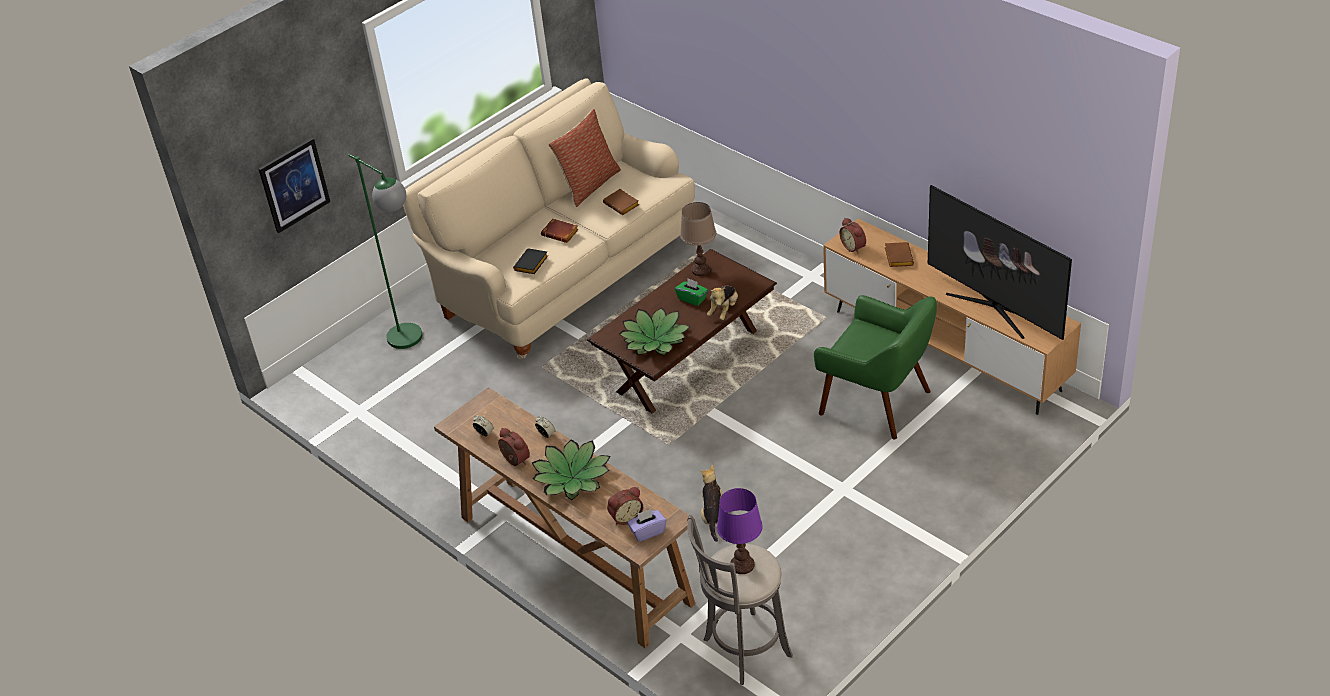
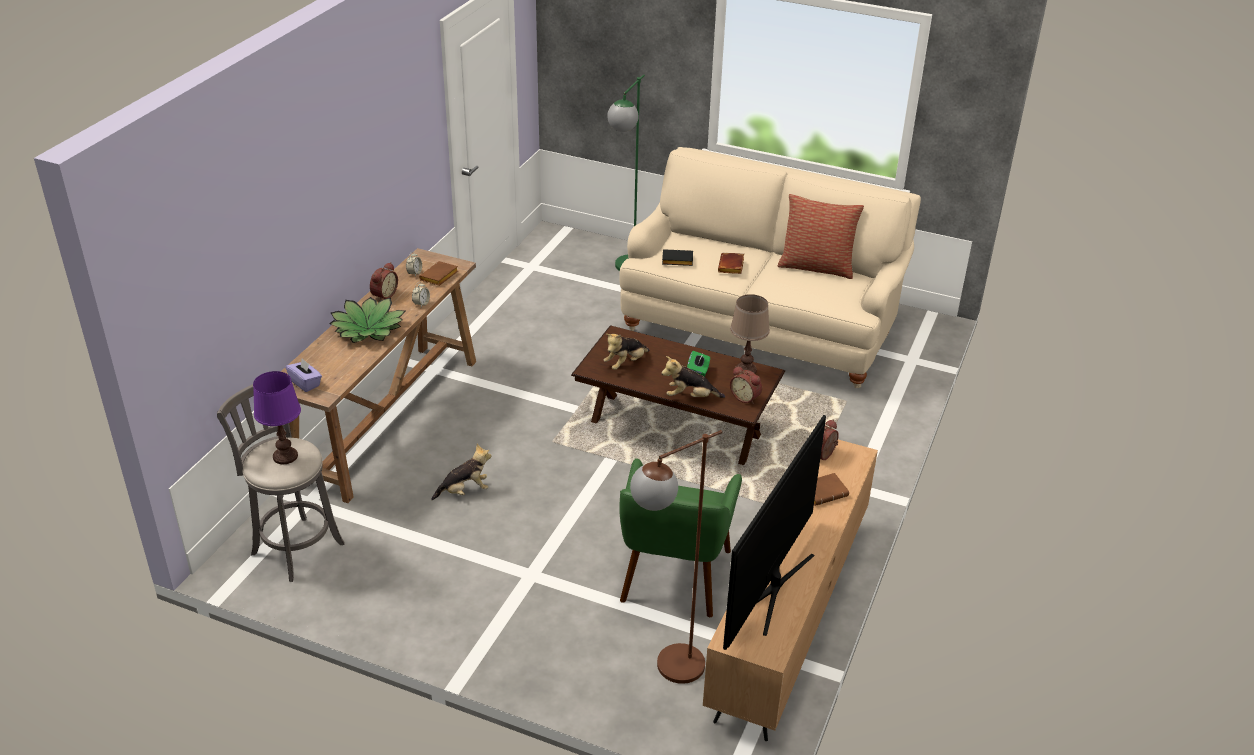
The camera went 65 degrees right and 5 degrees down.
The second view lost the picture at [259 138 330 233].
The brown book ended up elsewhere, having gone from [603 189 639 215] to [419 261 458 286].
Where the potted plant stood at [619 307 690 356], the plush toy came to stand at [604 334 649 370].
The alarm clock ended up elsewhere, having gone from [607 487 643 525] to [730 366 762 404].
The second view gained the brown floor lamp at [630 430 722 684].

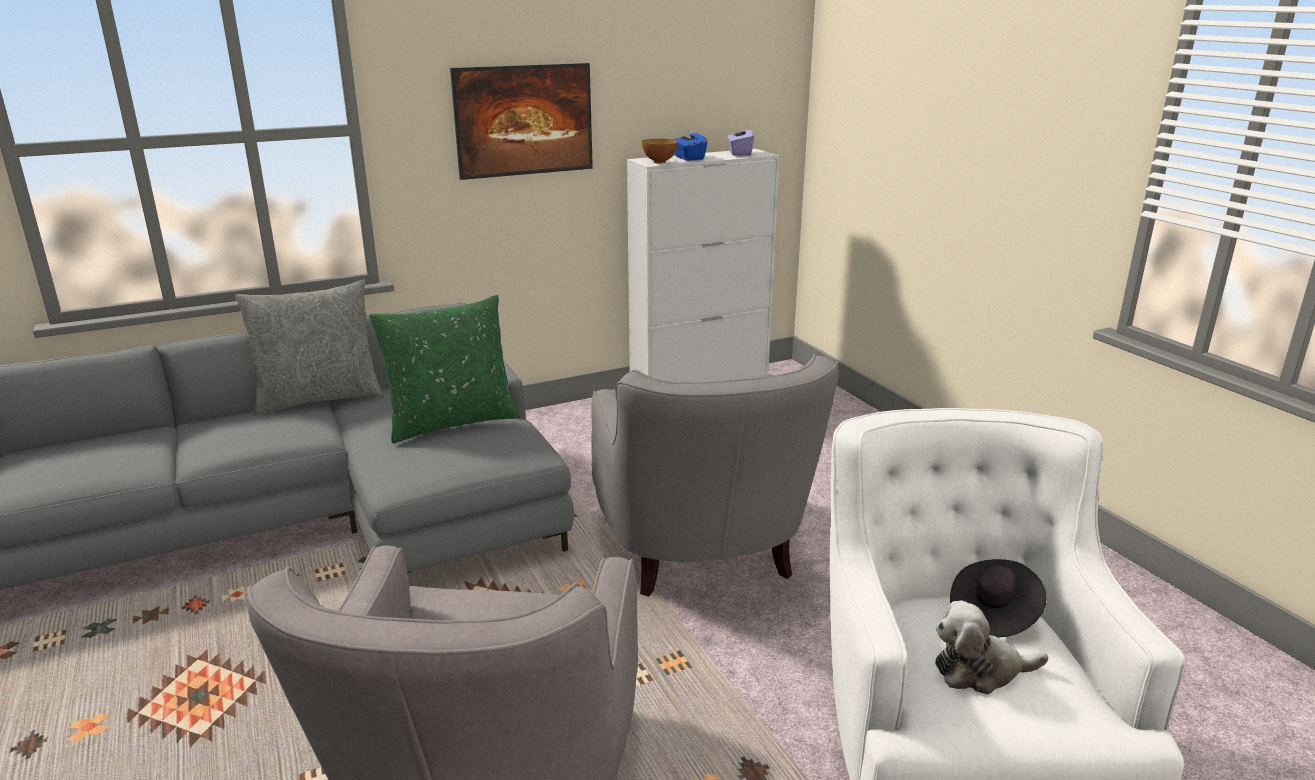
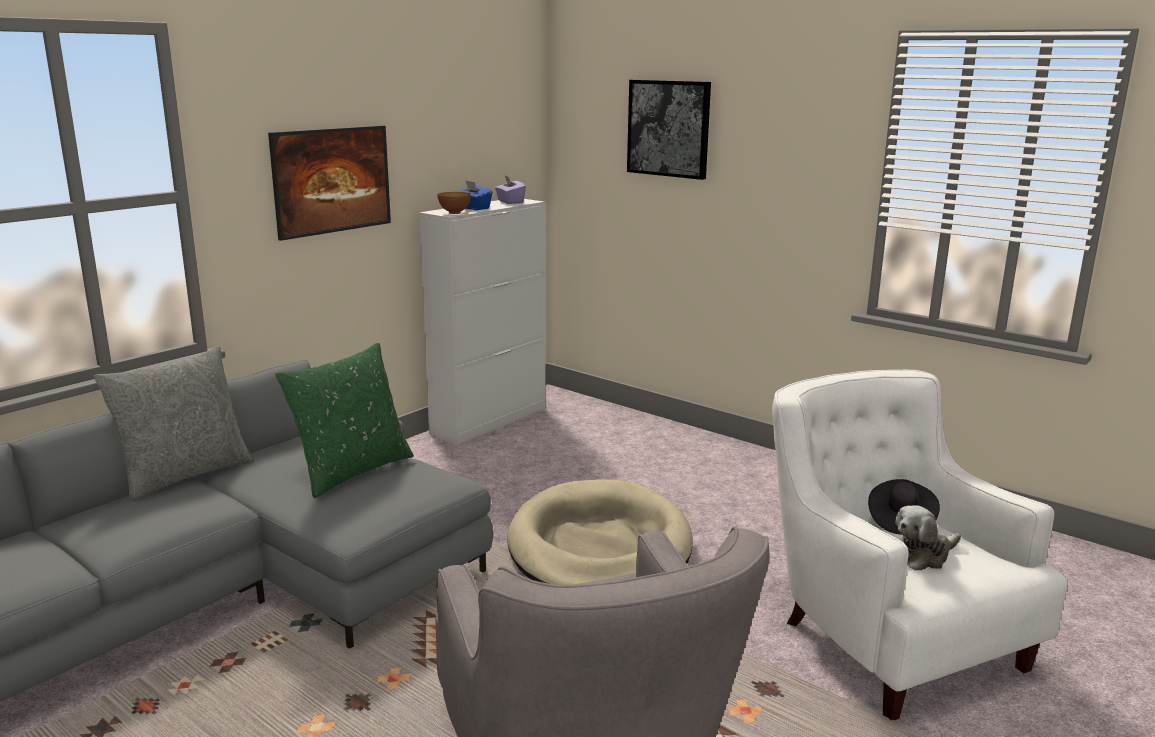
The camera went 25 degrees left and 5 degrees down.
Where the grey armchair stood at [591 354 839 597], the beige dog bed came to stand at [507 480 693 585].
The second view gained the picture at [627 80 711 180].

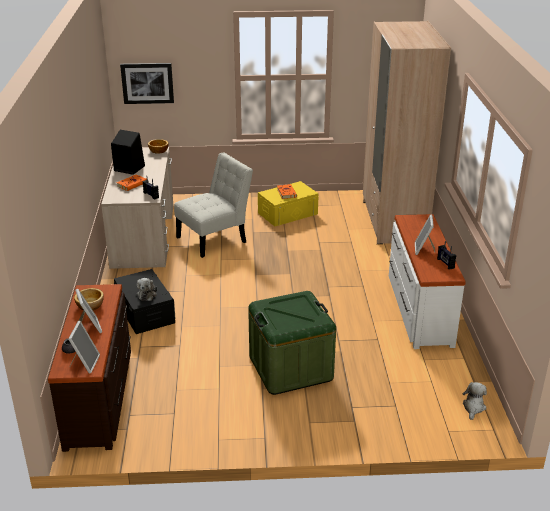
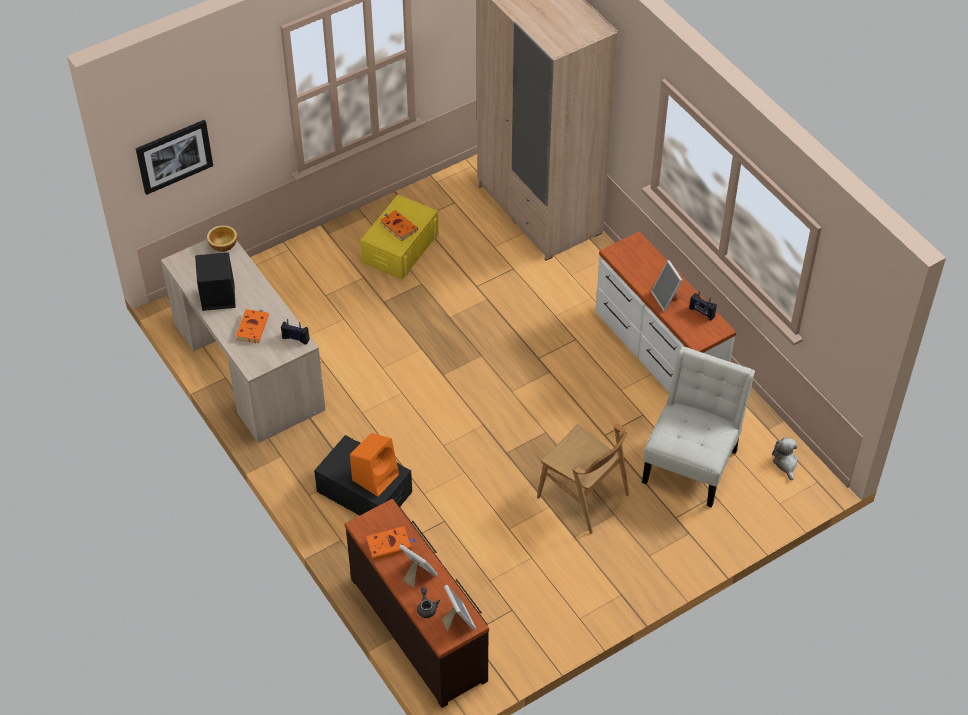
The camera went 30 degrees left and 20 degrees up.
The white chair ended up elsewhere, having gone from [174 153 253 258] to [642 346 755 508].
Where the plush toy stood at [137 278 157 301], the orange speaker came to stand at [350 433 399 497].
Where the bowl stood at [74 288 104 310], the orange book came to stand at [366 526 416 560].
Where the green storage box stood at [248 291 336 395], the brown chair came to stand at [537 423 629 534].

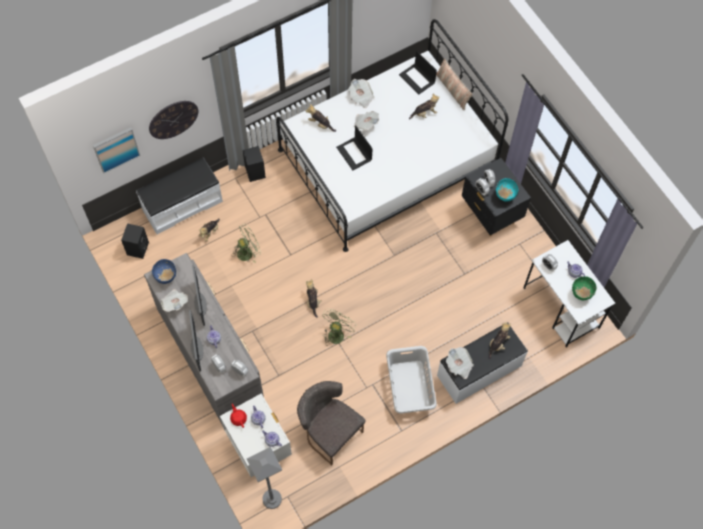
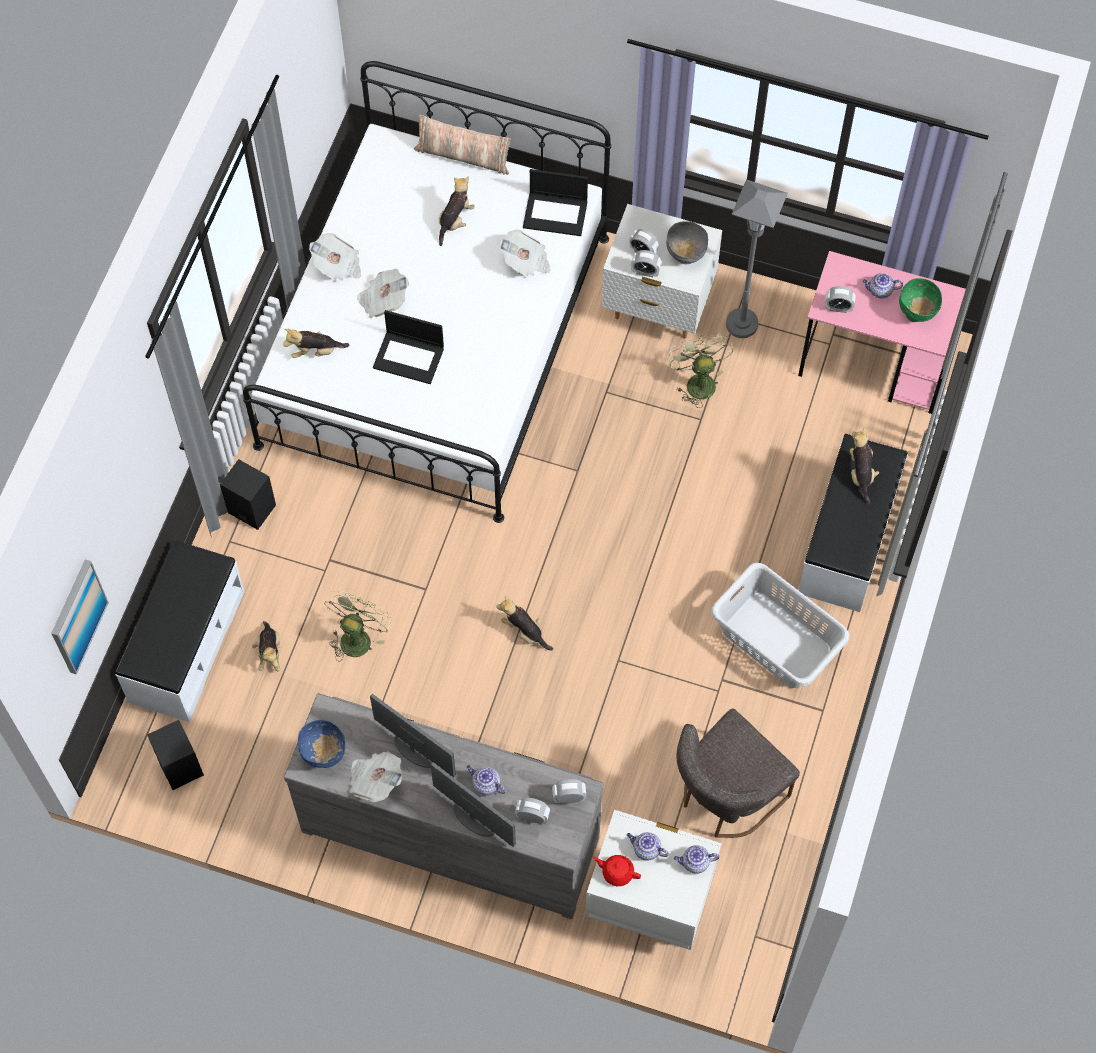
The camera went 40 degrees left and 0 degrees up.
The laptop ended up elsewhere, having gone from [399 51 437 95] to [523 169 588 236].
The second view lost the wall clock at [149 101 198 139].
What was the black nightstand at [462 158 531 236] turned into the white nightstand at [602 204 722 338].
What was the turquoise bowl at [496 178 518 202] turned into the grey bowl at [666 221 708 264].
What was the white desk at [523 240 615 348] turned into the pink desk at [798 251 966 414].
The green fan ended up elsewhere, having gone from [322 309 357 346] to [668 333 734 408].
The newspaper ended up elsewhere, having gone from [446 347 474 379] to [499 230 551 276].
The grey chair at [297 381 366 465] ended up facing another way, 45 degrees counterclockwise from before.
The grey floor lamp ended up elsewhere, having gone from [247 447 282 509] to [726 179 788 338].

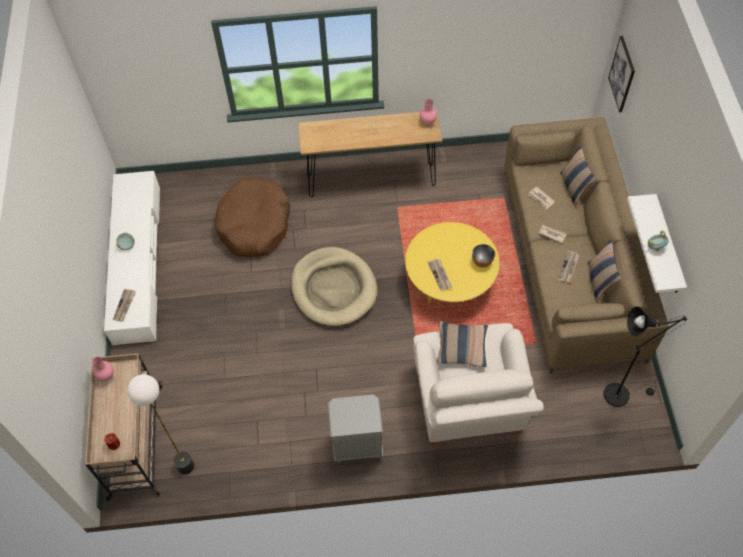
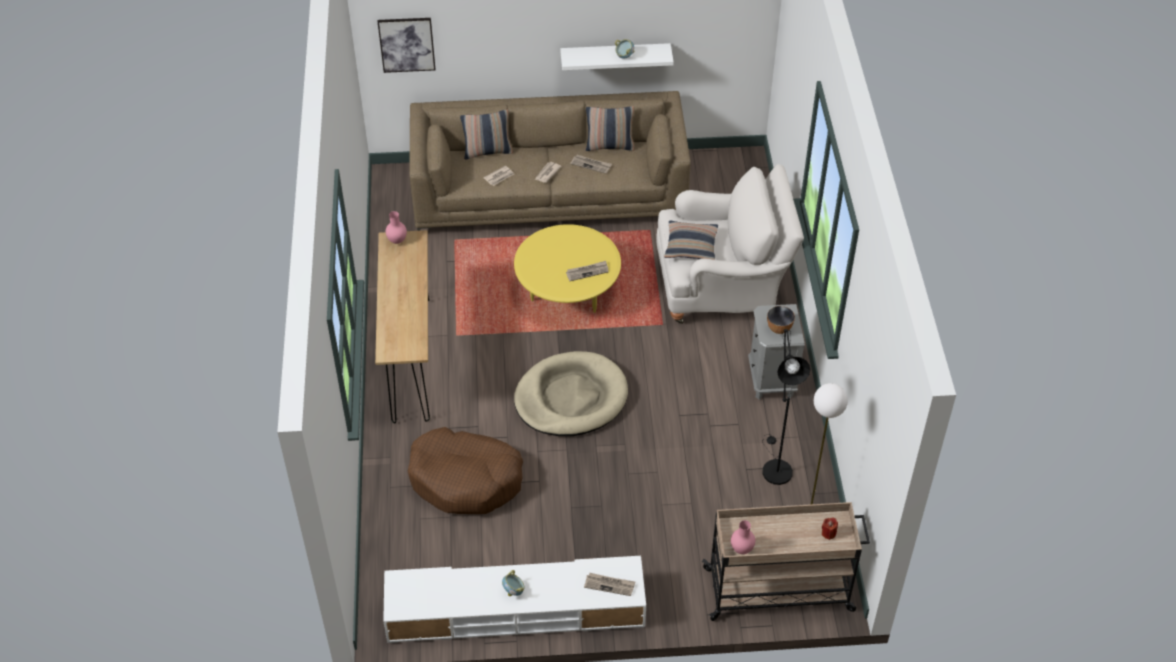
The camera went 90 degrees left and 10 degrees down.
The bowl ended up elsewhere, having gone from [472 244 495 268] to [767 306 795 334].
The black floor lamp ended up elsewhere, having gone from [603 307 687 407] to [762 329 810 485].

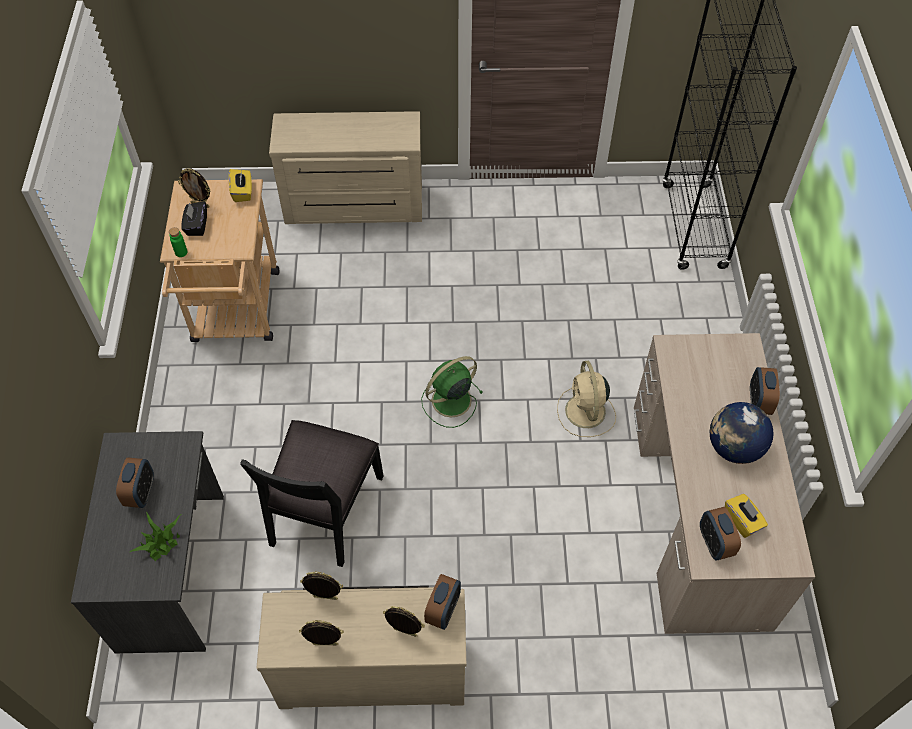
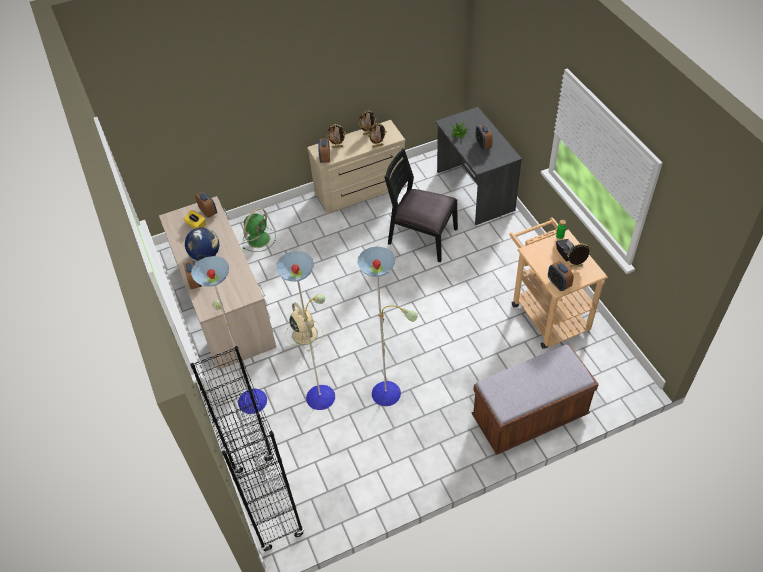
The camera went 160 degrees right and 5 degrees down.
Where the beige dresser stood at [269 111 422 224], the brown bench came to stand at [471 344 599 455].
Where the yellow tissue box stood at [229 169 252 202], the alarm clock came to stand at [548 261 574 291].
The green fan ended up elsewhere, having gone from [421 356 483 428] to [243 208 276 252].
The black chair at [240 420 383 567] ended up facing another way, 60 degrees counterclockwise from before.
The second view gained the floor lamp at [191 246 418 414].

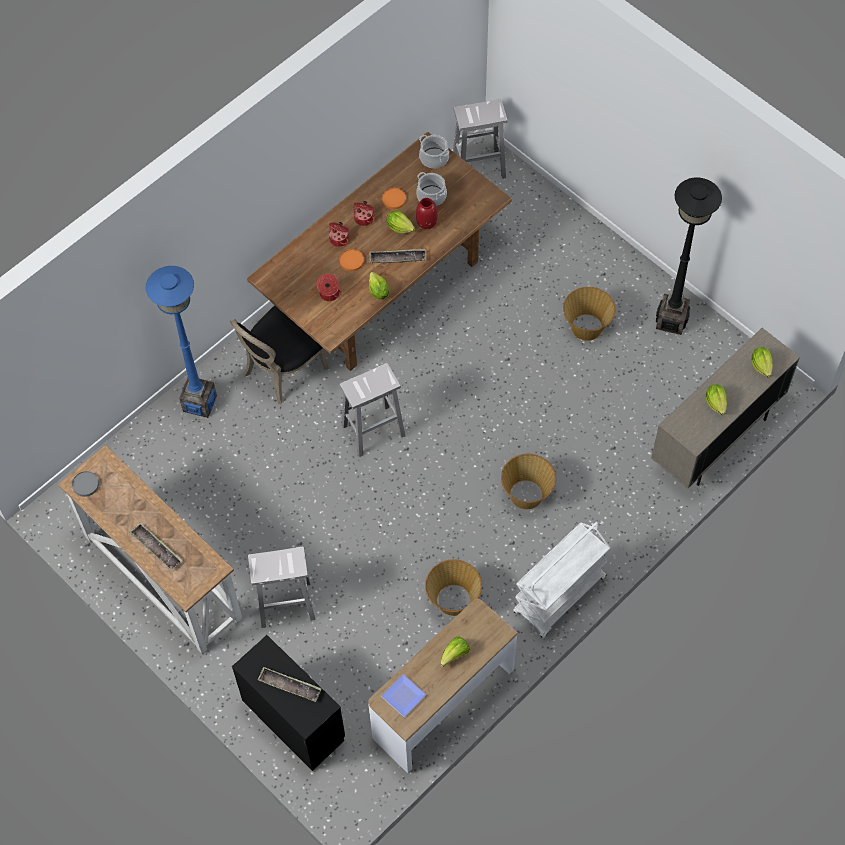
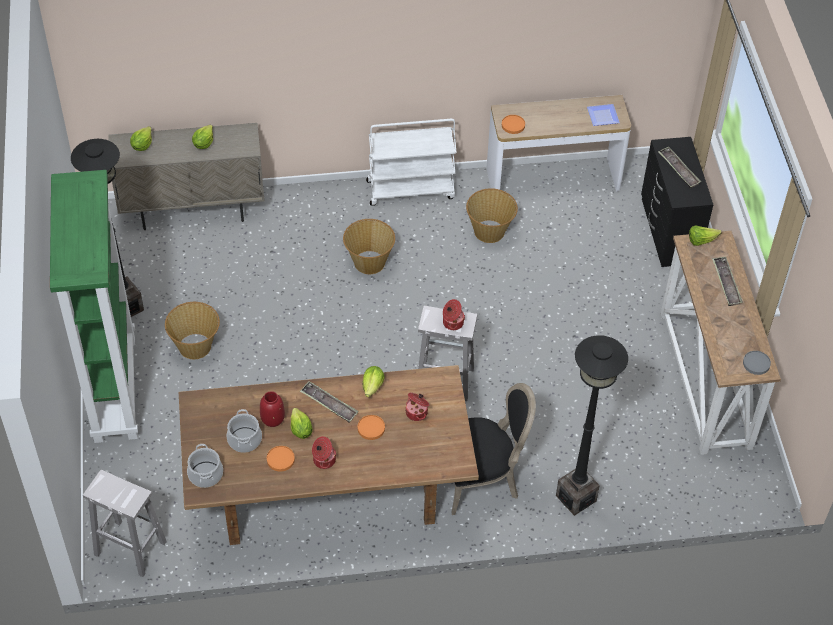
The camera went 145 degrees left and 10 degrees down.
The cooking pot ended up elsewhere, having gone from [329 222 350 247] to [443 299 465 330].
What was the blue floor lamp at [146 266 217 418] turned into the black floor lamp at [556 335 628 516].
The second view lost the white stool at [248 547 315 628].
The lettuce ended up elsewhere, having gone from [441 636 470 667] to [689 225 722 246].
The second view gained the orange plate at [502 115 525 134].
The second view gained the green bookcase at [50 170 138 443].

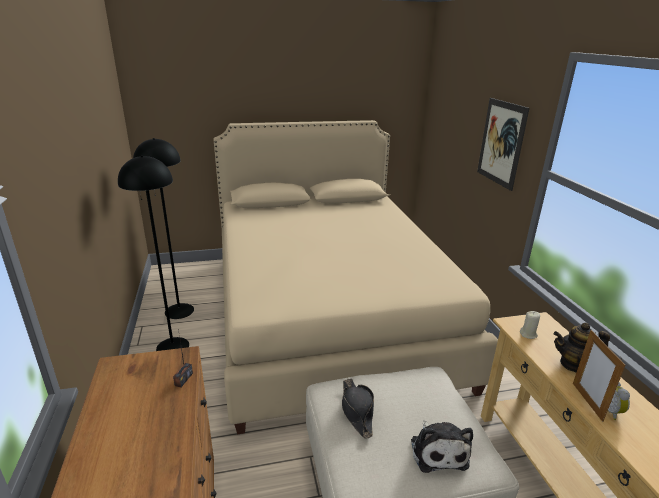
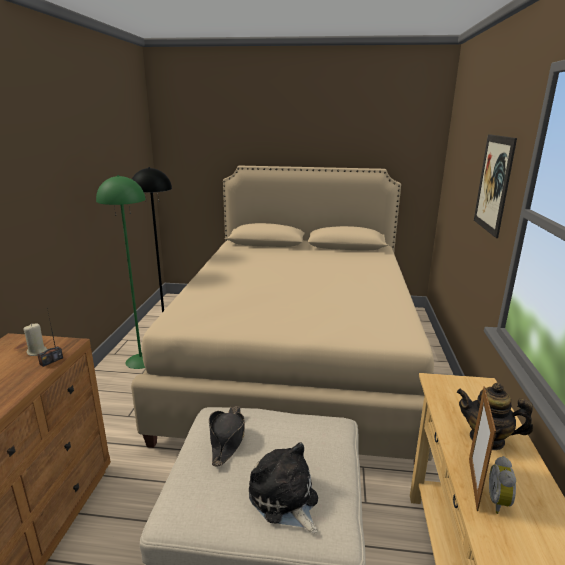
The camera went 20 degrees right and 5 degrees down.
What was the black floor lamp at [118 155 189 351] turned into the green floor lamp at [96 175 145 369].
The beige candle ended up elsewhere, having gone from [520 311 540 339] to [24 323 47 356].
The plush toy at [411 421 473 473] ended up facing another way, 135 degrees clockwise from before.

